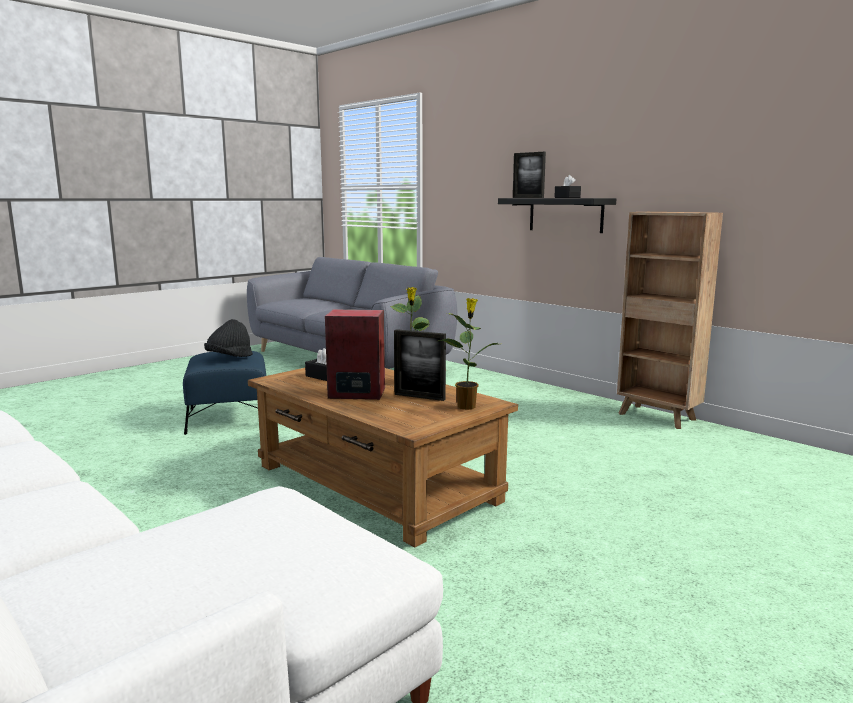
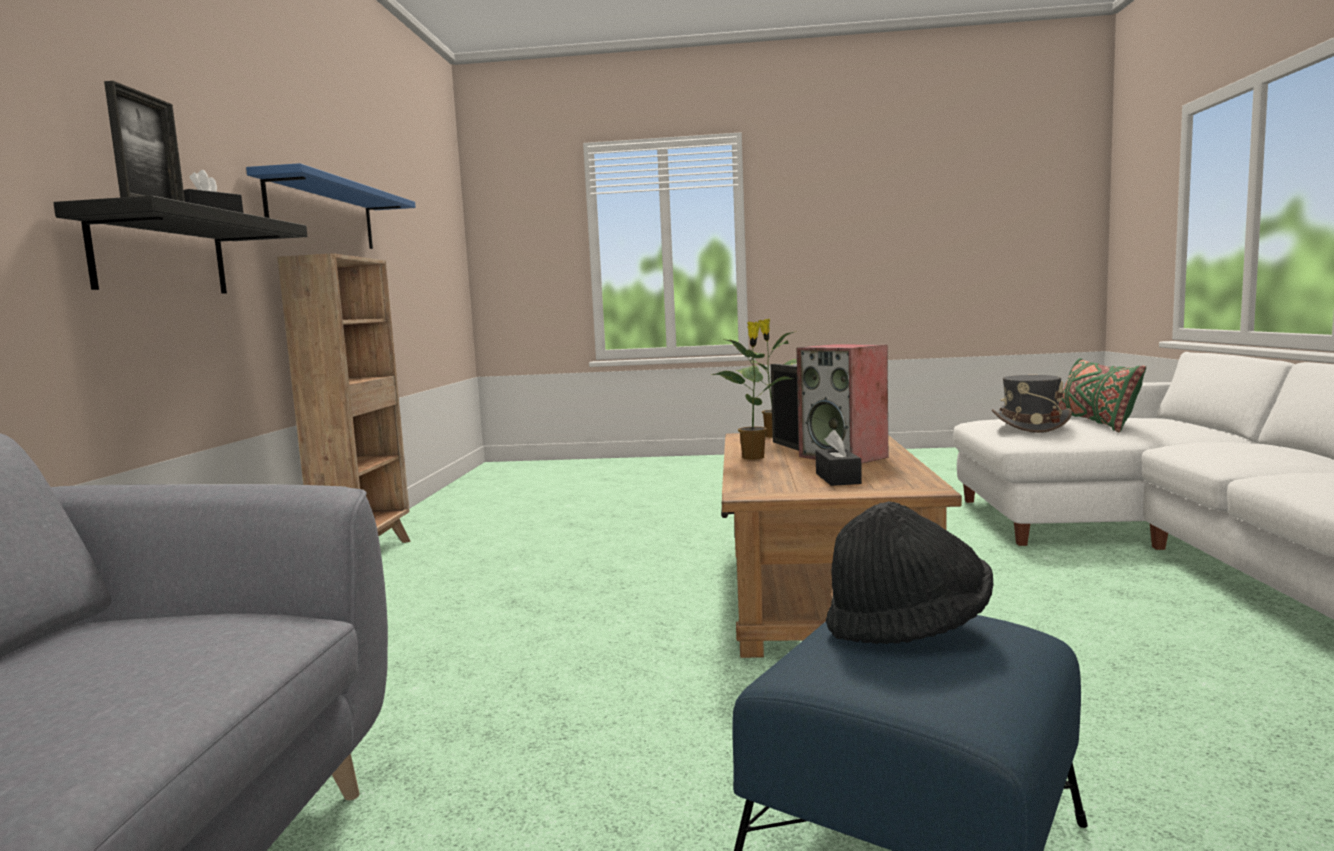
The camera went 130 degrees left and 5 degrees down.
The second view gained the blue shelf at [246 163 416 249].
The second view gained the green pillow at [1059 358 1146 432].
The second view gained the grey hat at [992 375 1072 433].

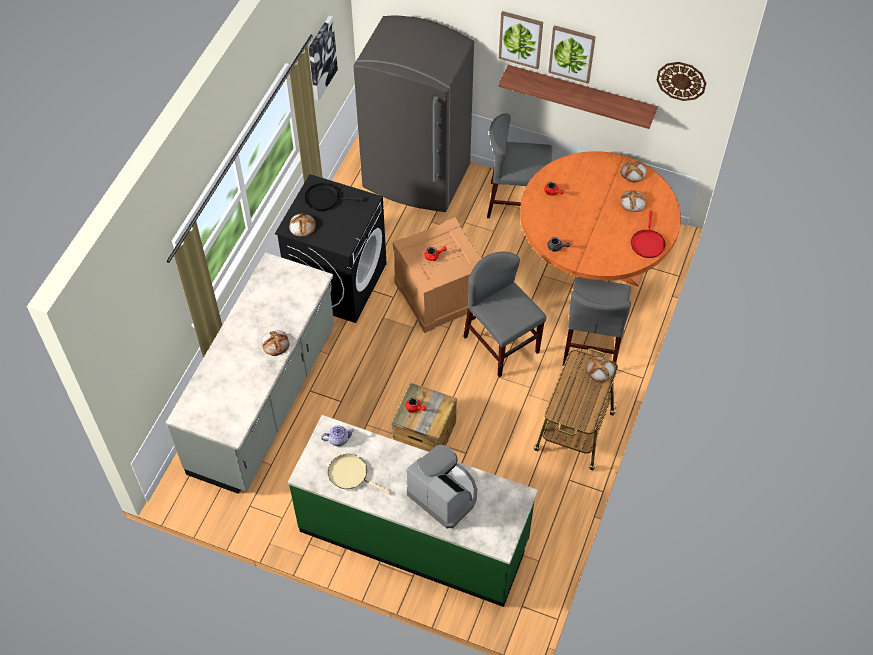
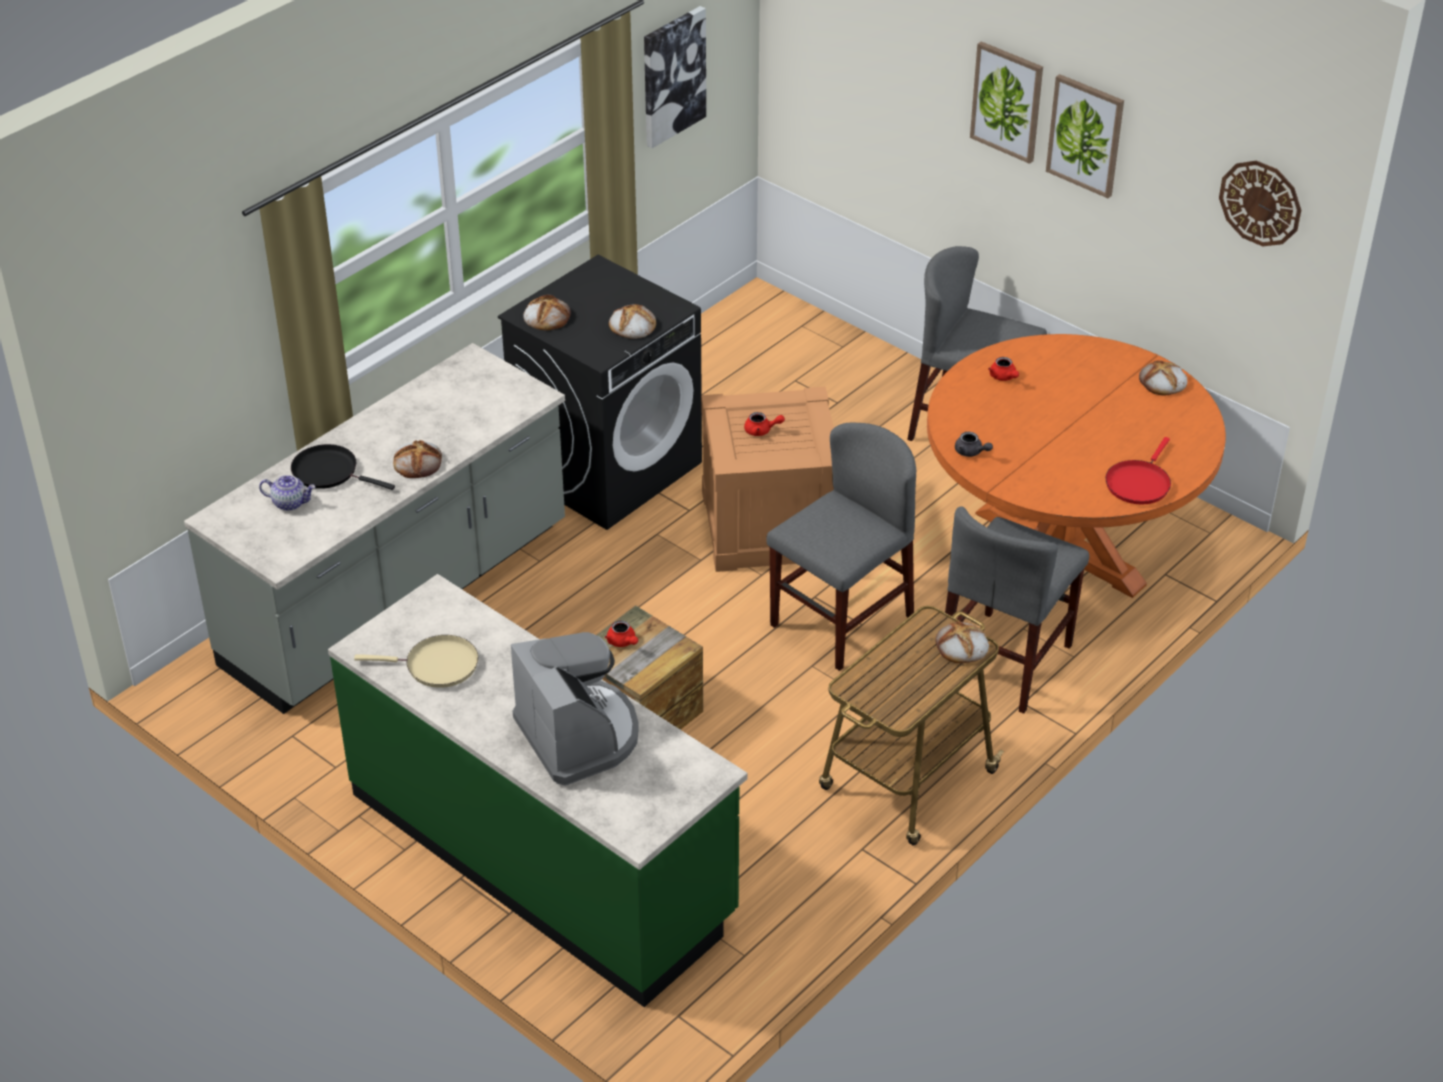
The camera went 20 degrees right and 15 degrees down.
The second view lost the grey fridge at [353 16 474 212].
The second view lost the shelf at [498 65 658 129].
The black frying pan ended up elsewhere, having gone from [304 183 364 211] to [291 444 395 490].
The bread ended up elsewhere, having gone from [620 190 646 212] to [609 304 656 339].
The grey chair at [463 252 546 377] ended up facing another way, 60 degrees clockwise from before.
The teapot ended up elsewhere, having gone from [321 426 355 446] to [259 475 316 511].
The beige frying pan at [328 454 391 494] ended up facing another way, 135 degrees clockwise from before.

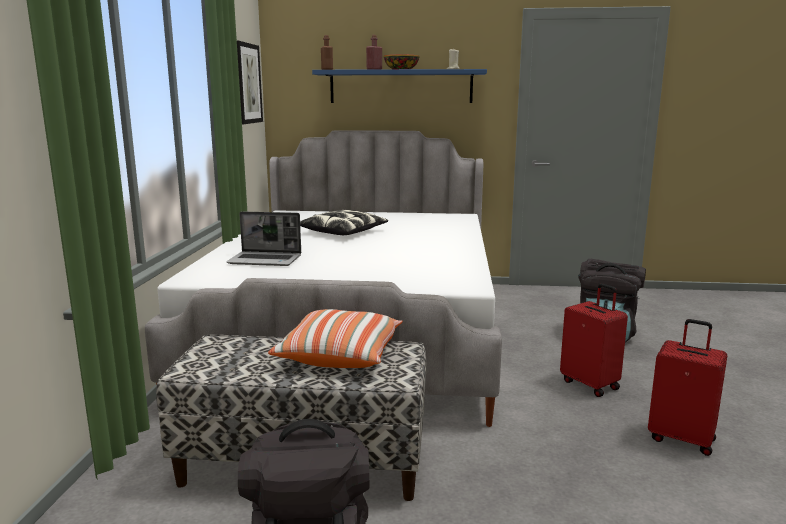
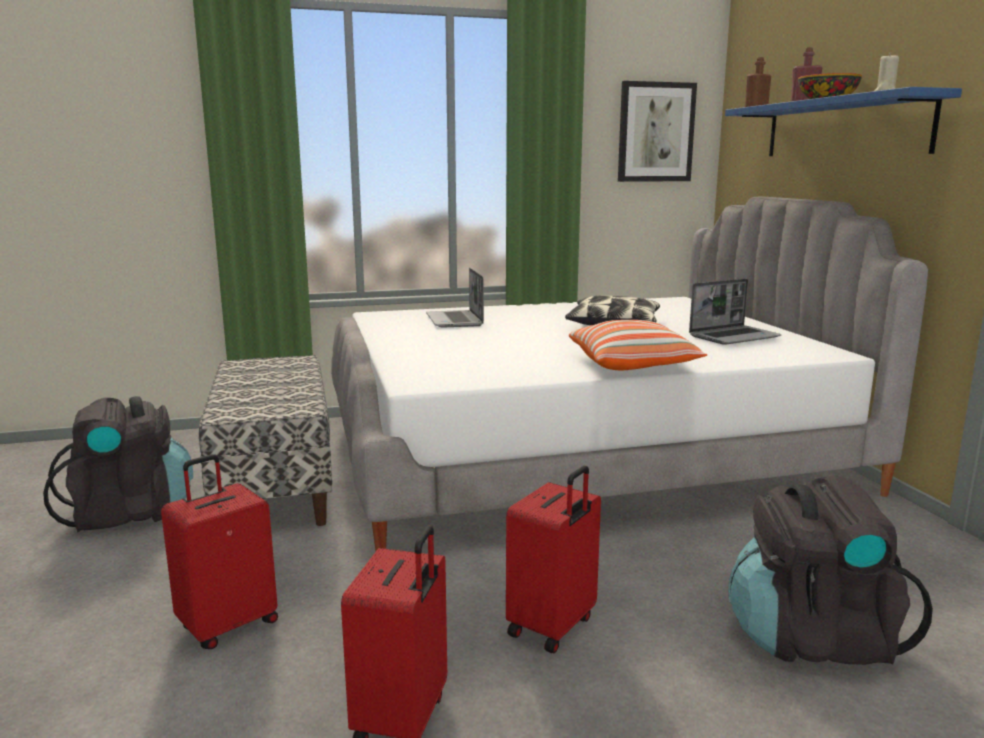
The camera went 70 degrees right and 0 degrees up.
The pillow ended up elsewhere, having gone from [268 309 403 368] to [569 320 708 370].
The second view gained the laptop at [689 279 781 345].
The second view gained the red suitcase at [161 454 278 649].

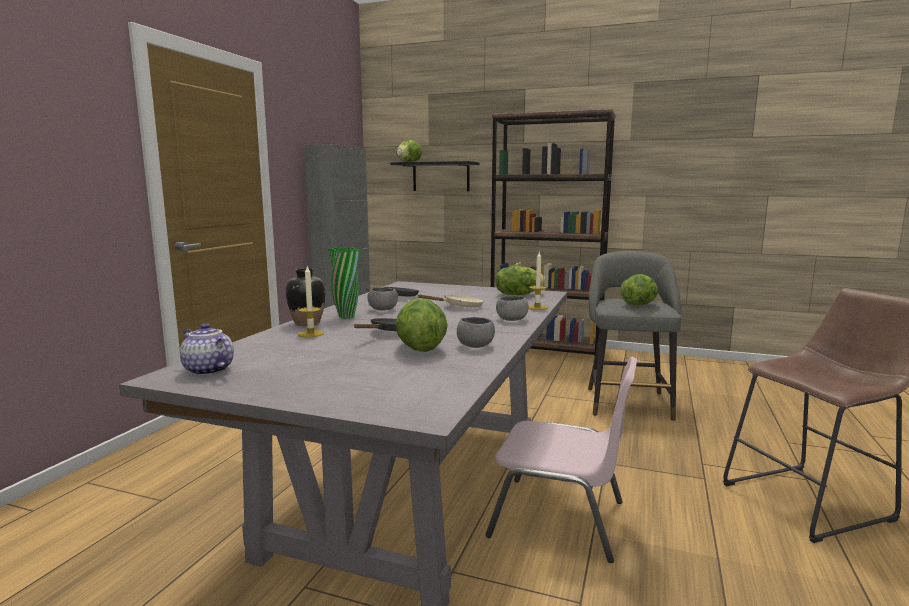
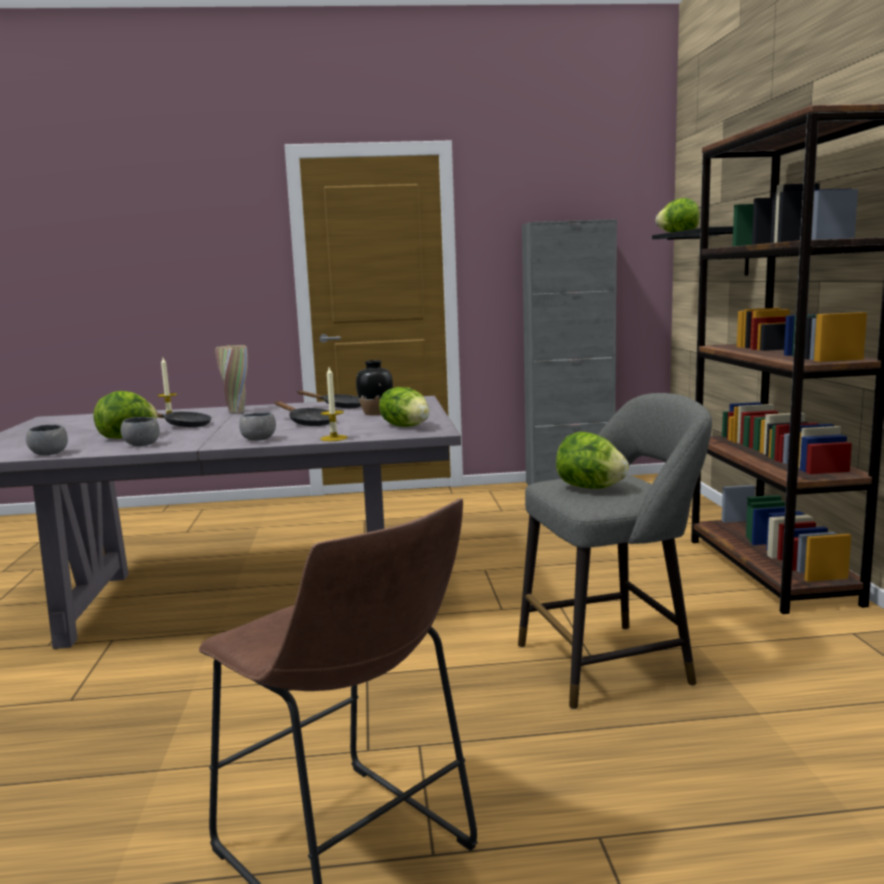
The camera went 65 degrees right and 0 degrees up.
What was the green vase at [328 247 360 319] turned into the beige vase at [215 345 248 413].
The black vase ended up elsewhere, having gone from [286 268 325 326] to [356 360 393 415].
The grey bowl ended up elsewhere, having gone from [367 287 398 311] to [26 425 68 455].
What was the beige frying pan at [418 294 484 308] turned into the black frying pan at [275 401 330 426].
The second view lost the teapot at [180 323 234 376].
The second view lost the pink chair at [485 356 637 563].

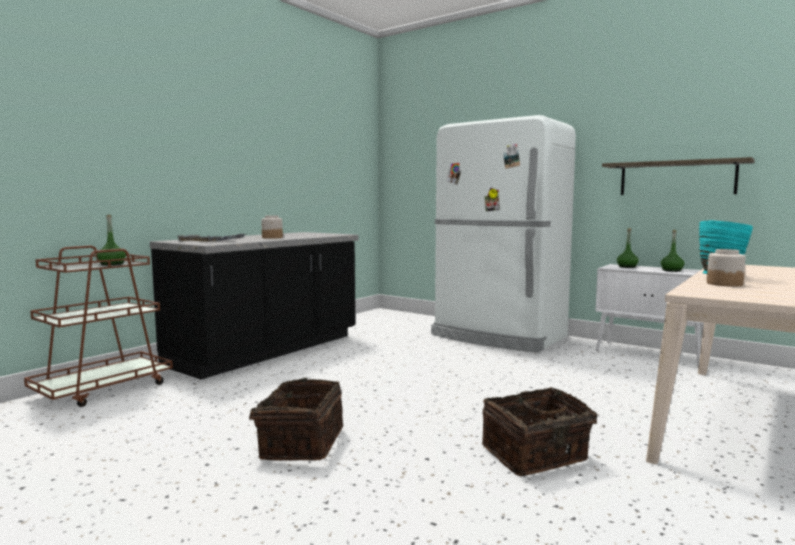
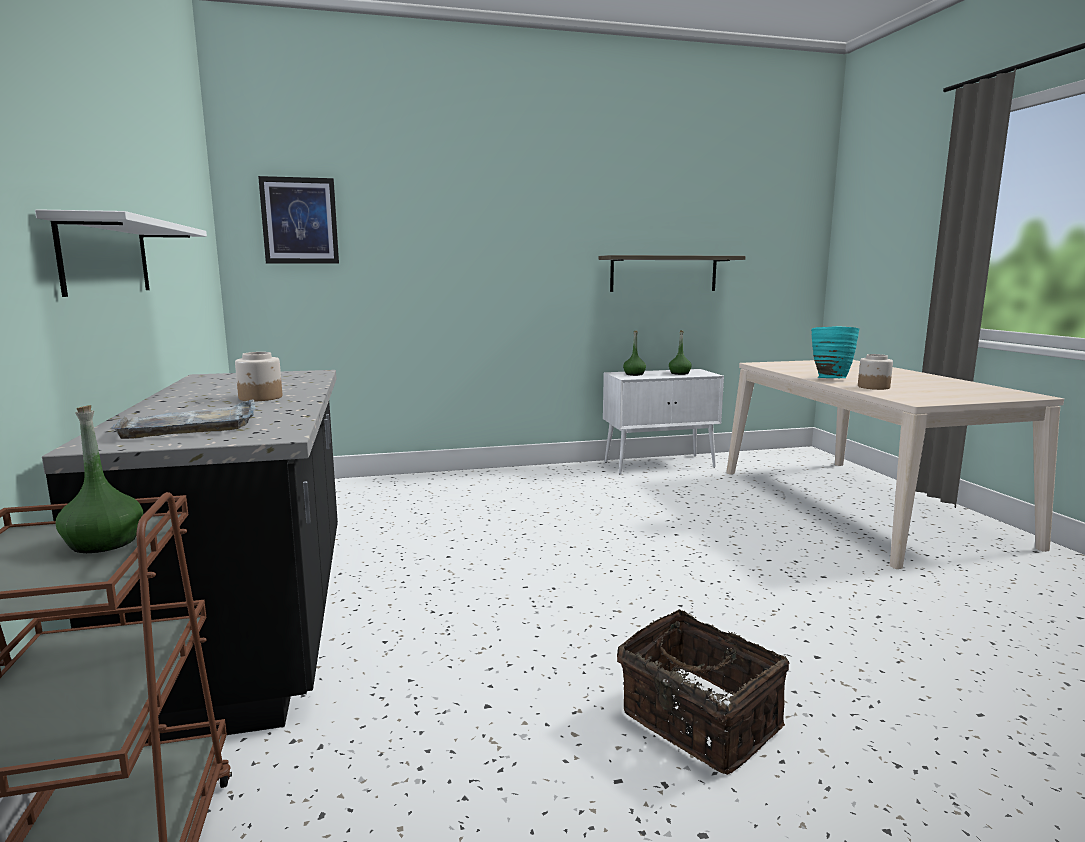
The camera went 50 degrees left and 5 degrees up.
The second view lost the white fridge at [431 115 576 352].
The second view lost the basket at [482 387 605 476].
The second view gained the picture at [258 176 339 264].
The second view gained the white shelf at [35 209 207 297].

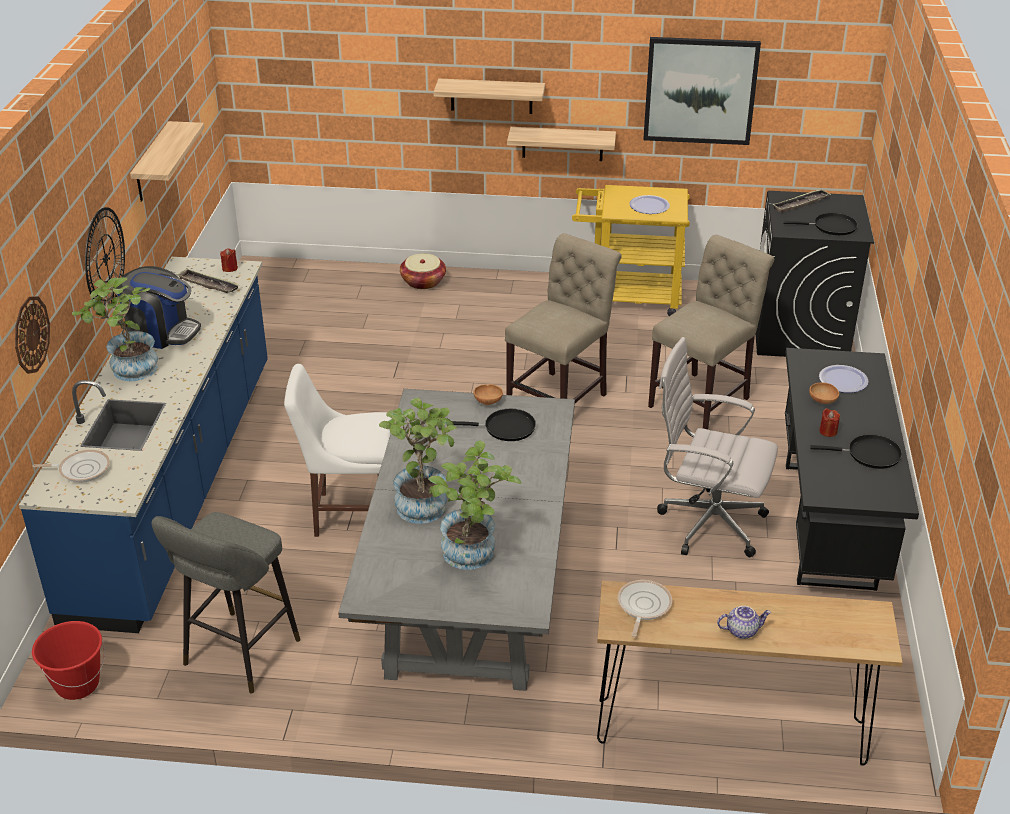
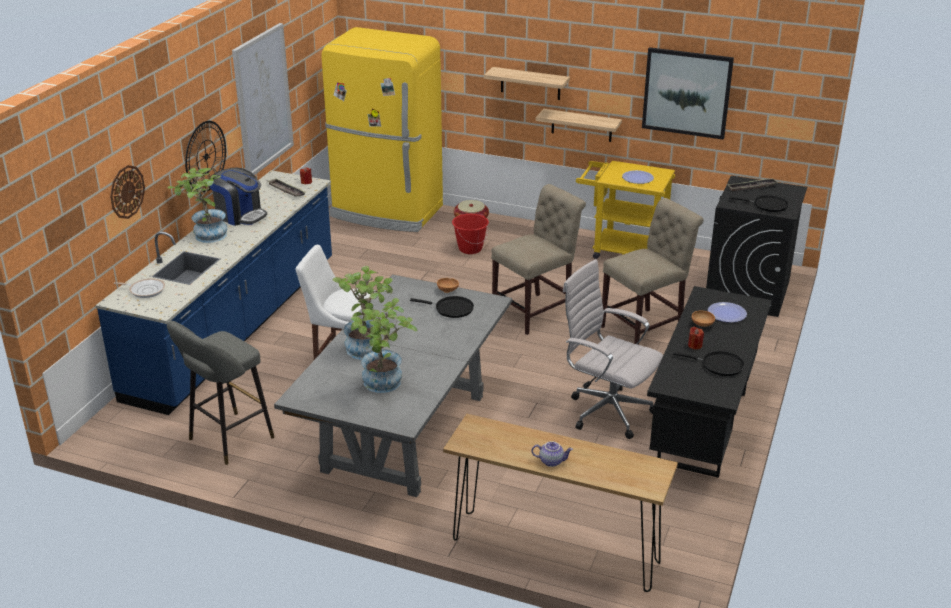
The camera went 15 degrees right and 5 degrees down.
Where the shelf hung at [130 121 204 202], the picture came to hang at [232 23 294 175].
The second view lost the frying pan at [617 580 672 637].
The red bucket ended up elsewhere, having gone from [32 621 105 700] to [452 214 489 254].
The second view gained the yellow fridge at [321 27 443 232].

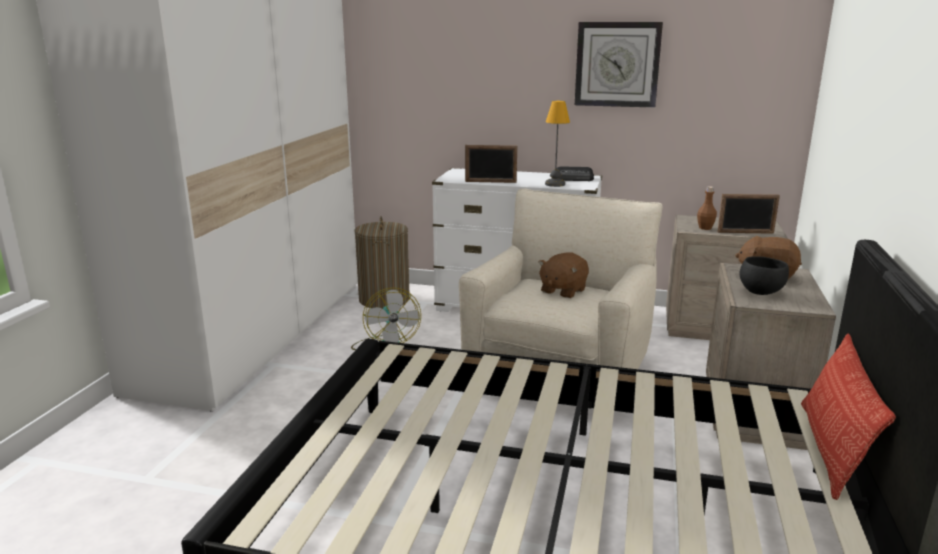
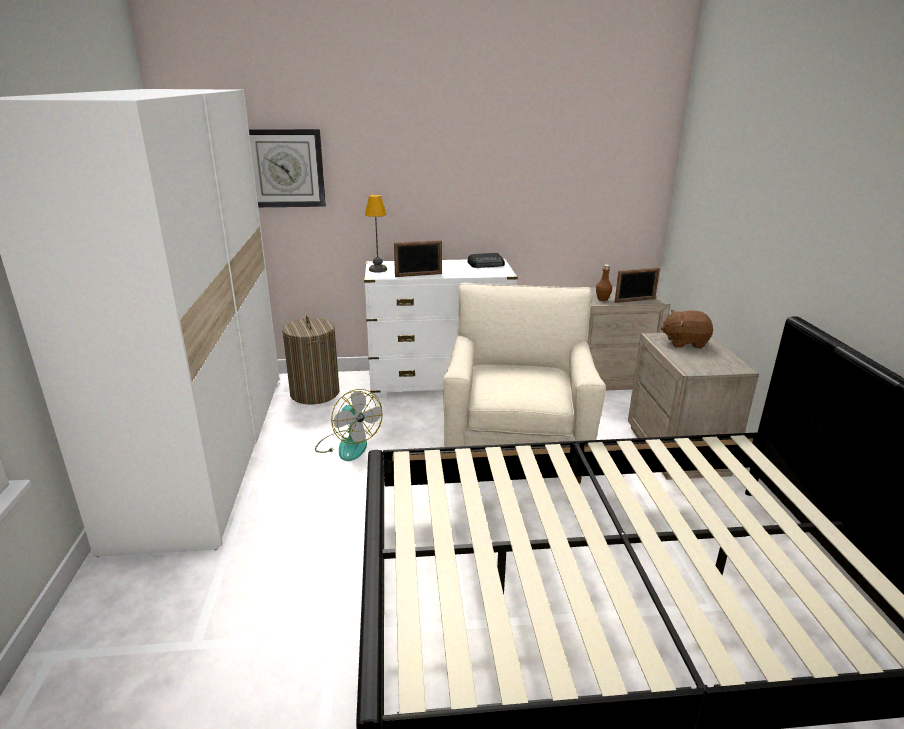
The camera went 20 degrees left and 5 degrees up.
The wall clock ended up elsewhere, having gone from [575 22 663 108] to [249 129 326 207].
The table lamp ended up elsewhere, having gone from [545 101 570 187] to [365 195 387 272].
The second view lost the brown plush toy at [538 252 589 298].
The second view lost the black bowl at [740 256 789 295].
The second view lost the pillow at [801 334 896 500].

